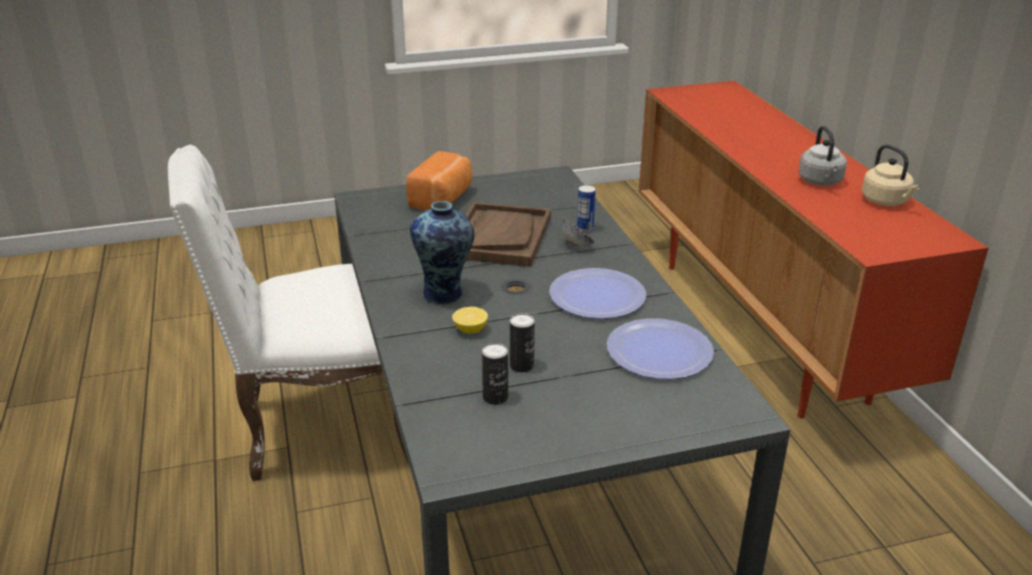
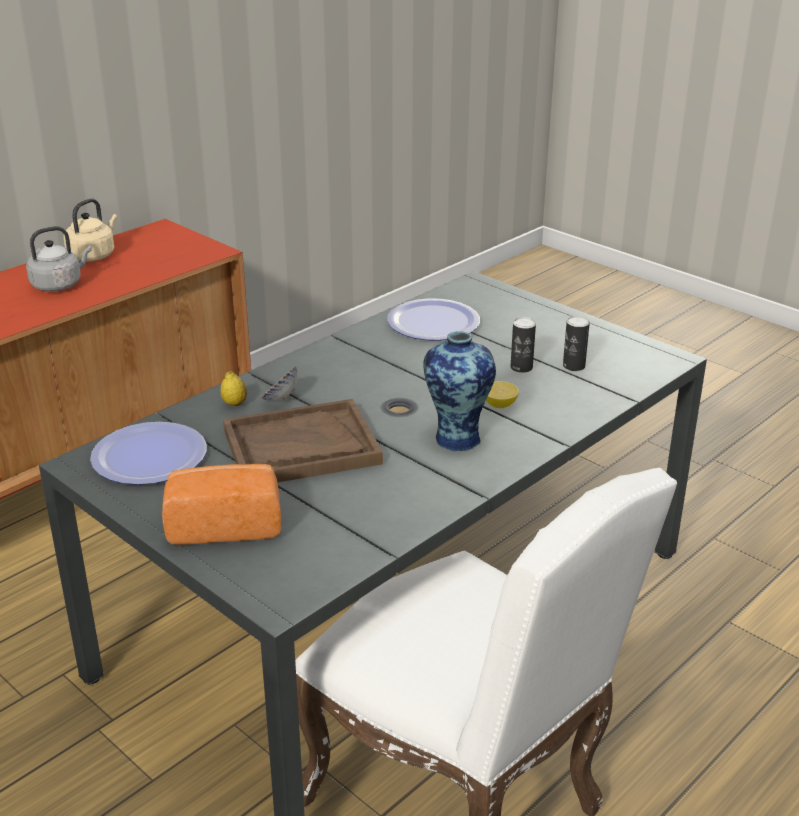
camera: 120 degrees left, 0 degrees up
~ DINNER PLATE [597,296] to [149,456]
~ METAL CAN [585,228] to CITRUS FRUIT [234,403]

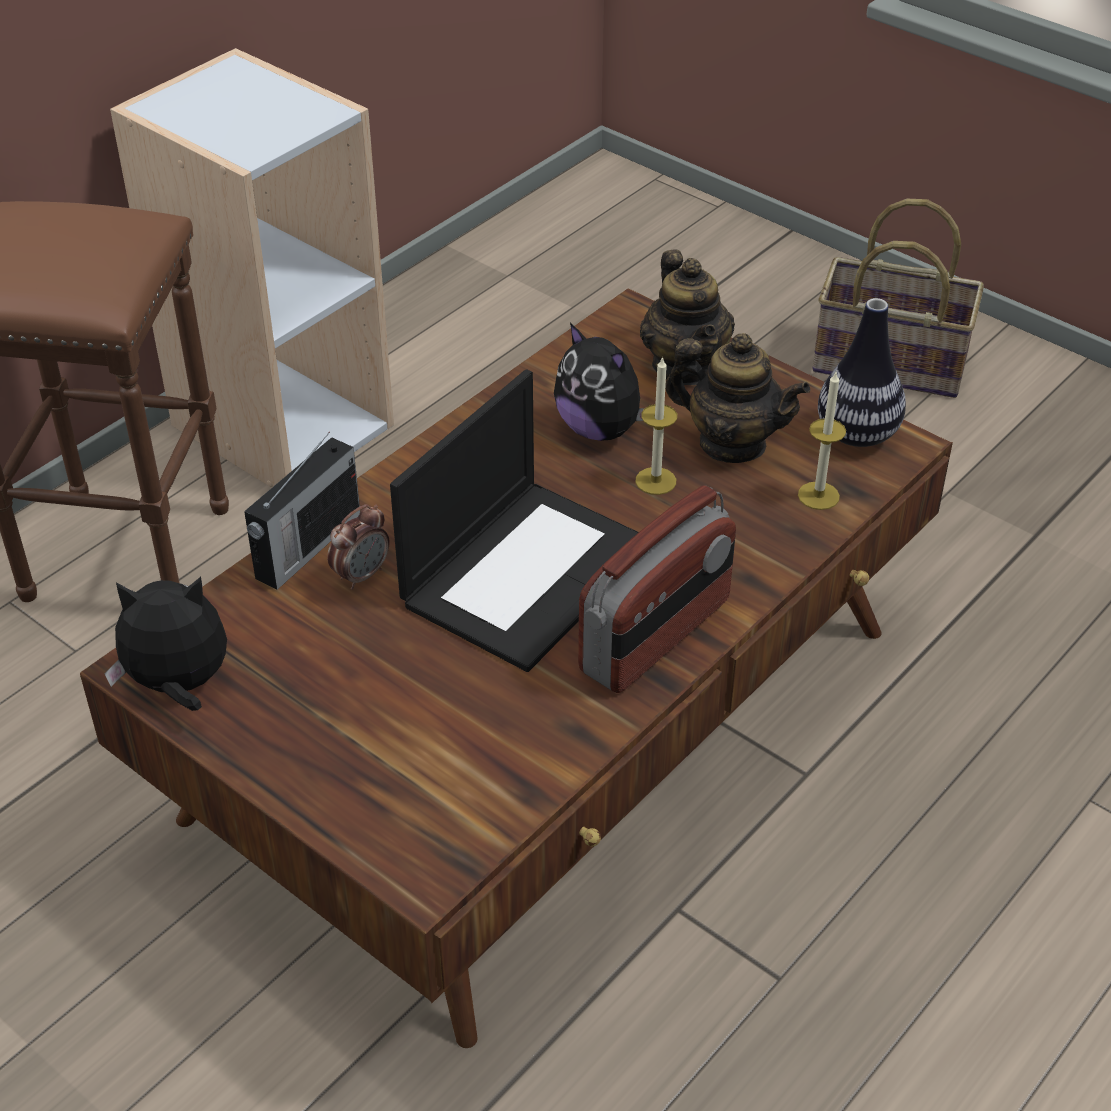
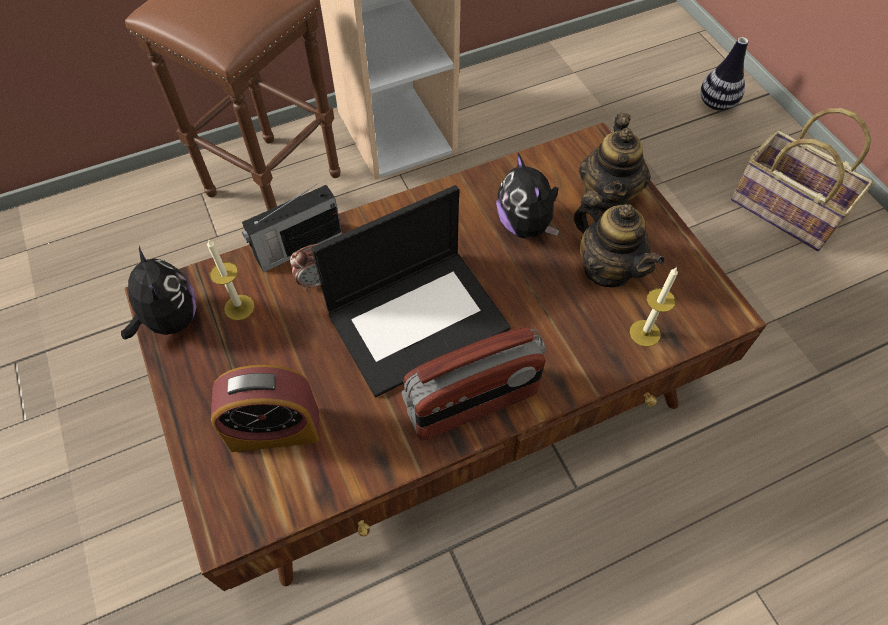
camera: 25 degrees right, 15 degrees up
+ TABLE CLOCK [274,429]
~ WAX CANDLE [655,481] to [239,307]
~ VASE [857,435] to [716,104]
~ CUDDLY TOY [178,685] = [170,319] 45 degrees clockwise

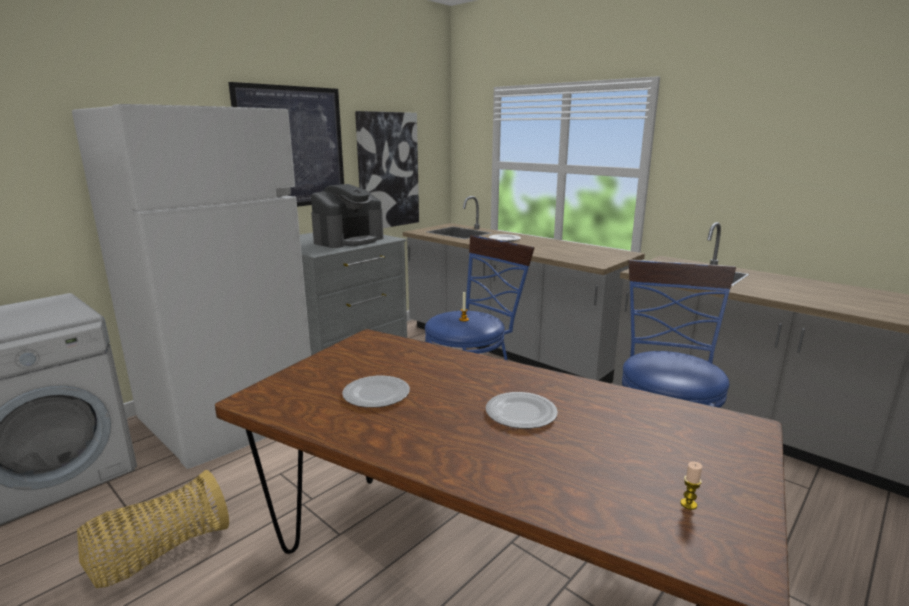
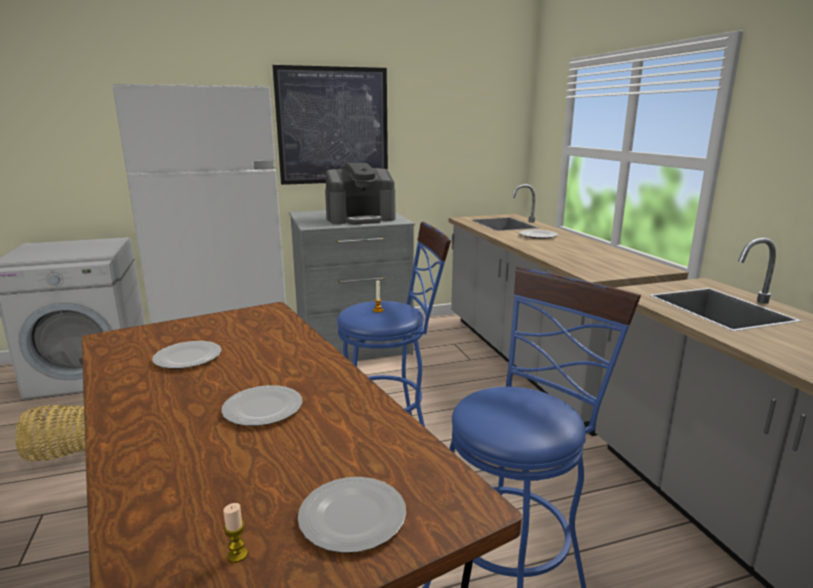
camera: 30 degrees right, 0 degrees up
- PICTURE [387,170]
+ DINNER PLATE [352,518]

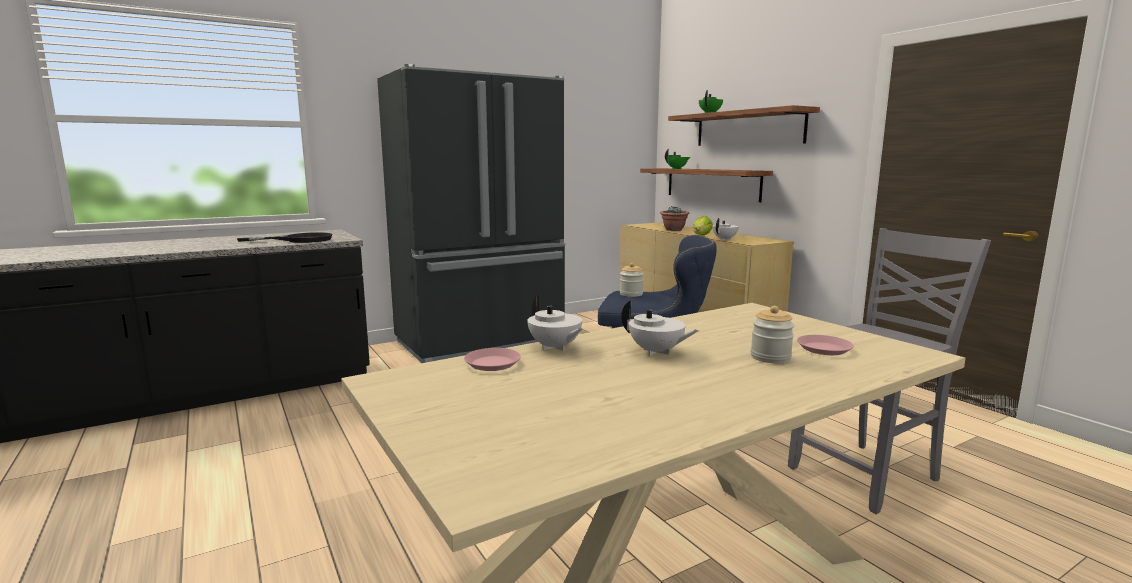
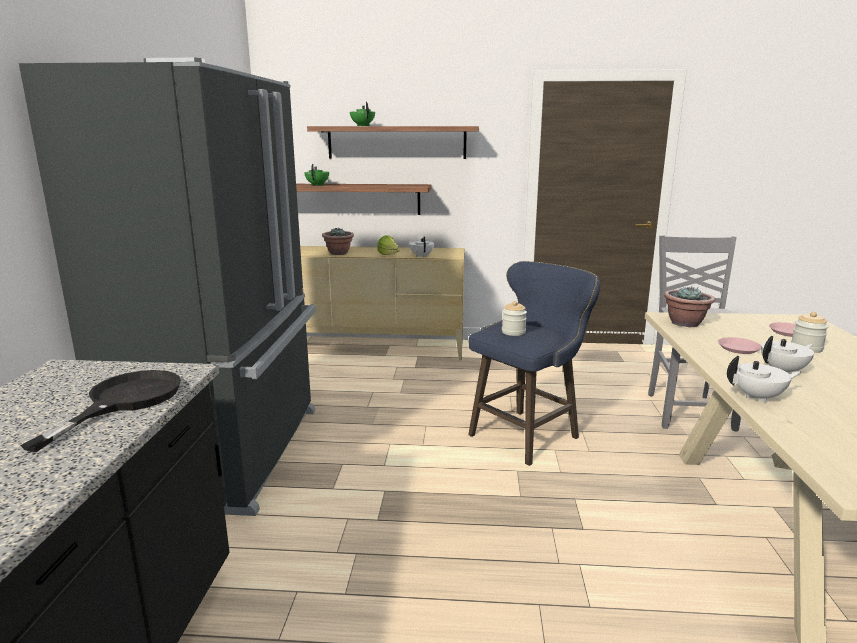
camera: 55 degrees left, 5 degrees up
+ HOUSEPLANT [685,323]
~ PINKISH DINNER PLATE [492,363] to [738,348]

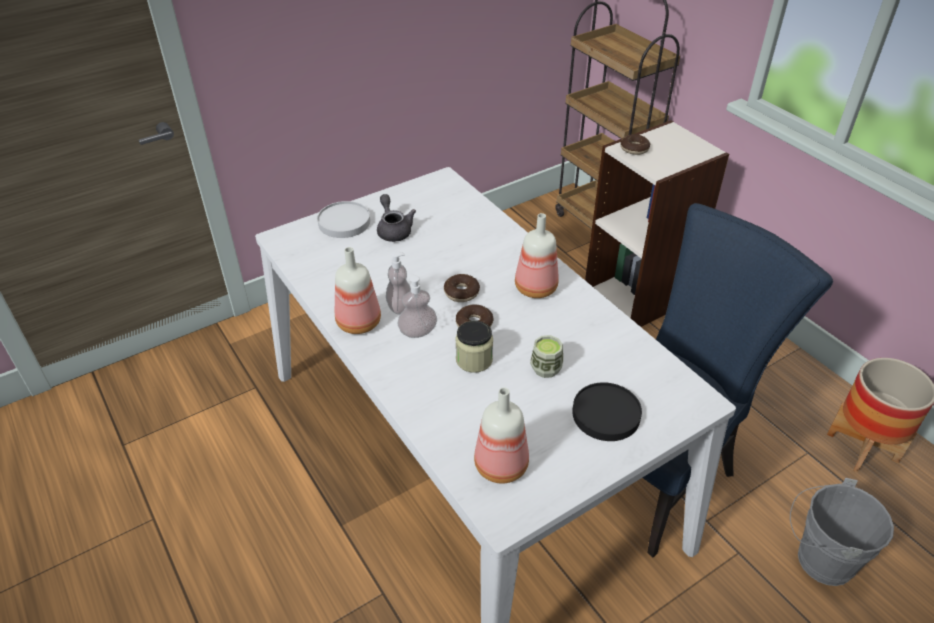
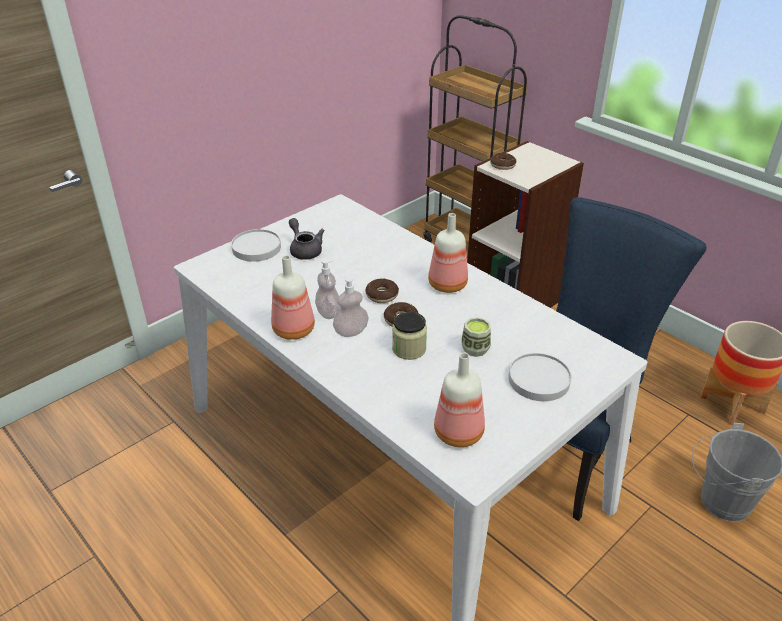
camera: 10 degrees left, 5 degrees down
~ BLACK DINNER PLATE [606,415] to WHITISH DINNER PLATE [539,380]

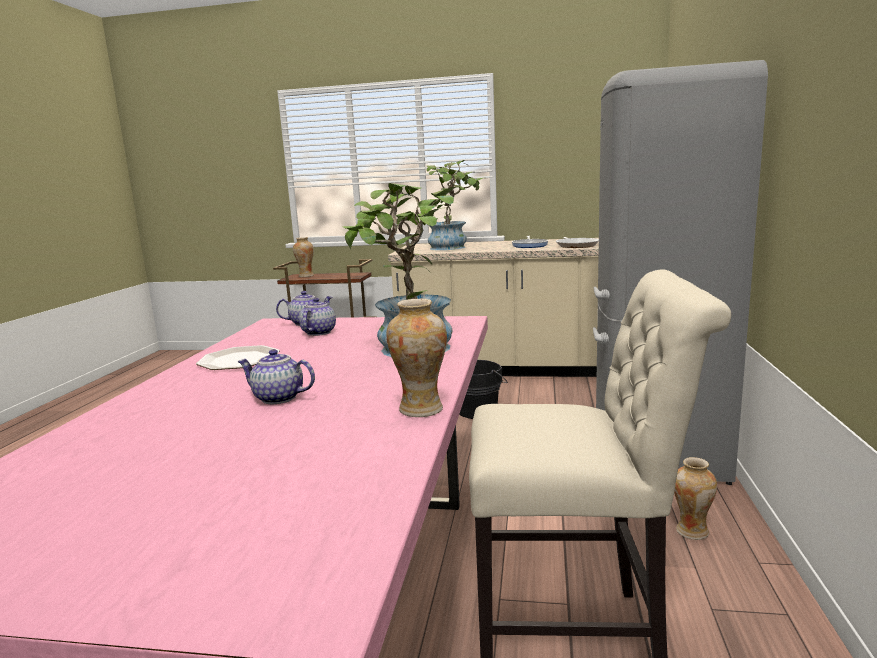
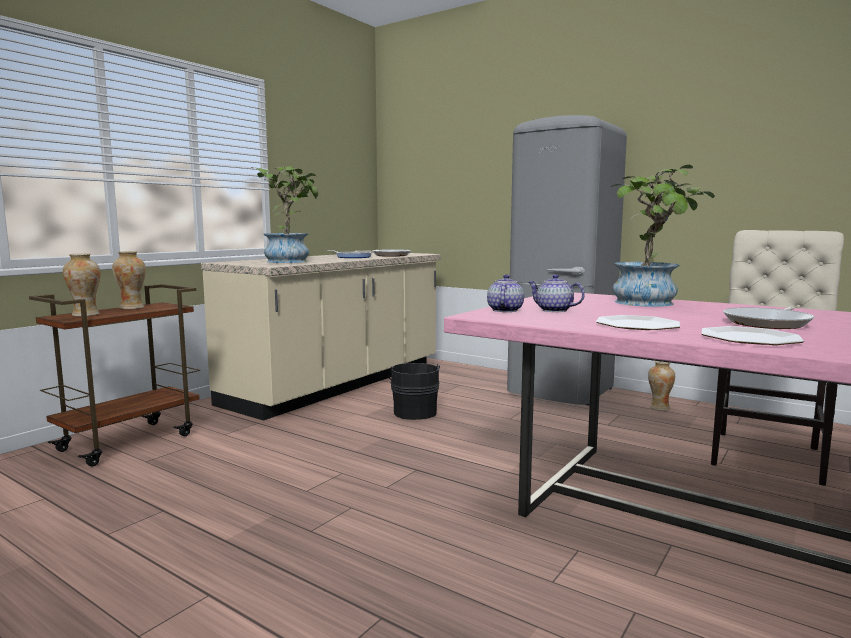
camera: 65 degrees left, 5 degrees down
+ DINNER PLATE [750,338]
~ VASE [421,409] to [132,308]
~ POT FOR TEA [277,398] to FRYING PAN [768,323]

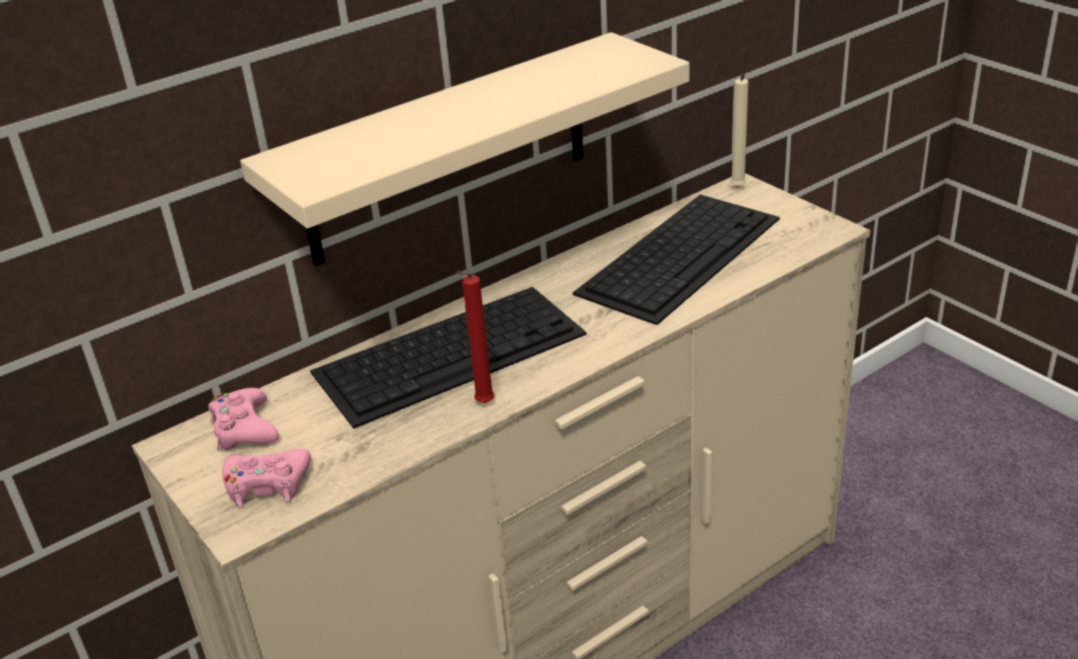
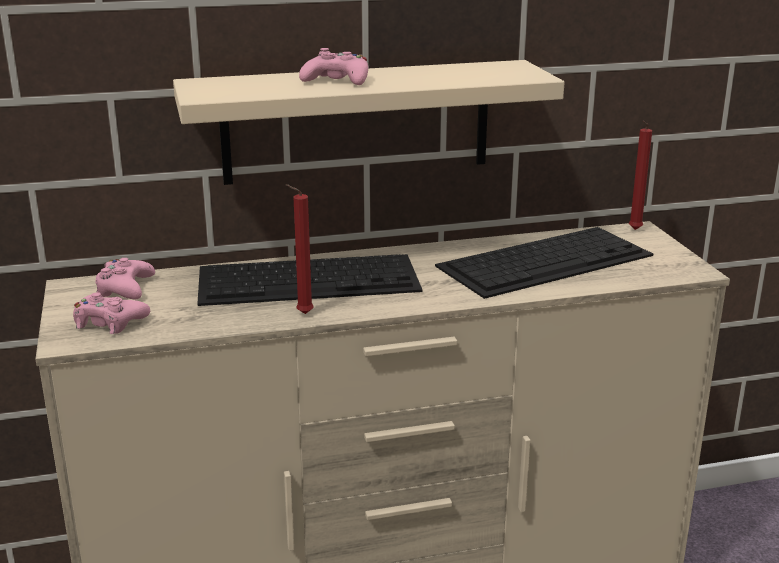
camera: 20 degrees right, 10 degrees down
+ PINKISH JOYPAD [337,81]
~ BEIGE-COLOURED WAX CANDLE [737,189] to REDDISH WAX CANDLE [634,230]

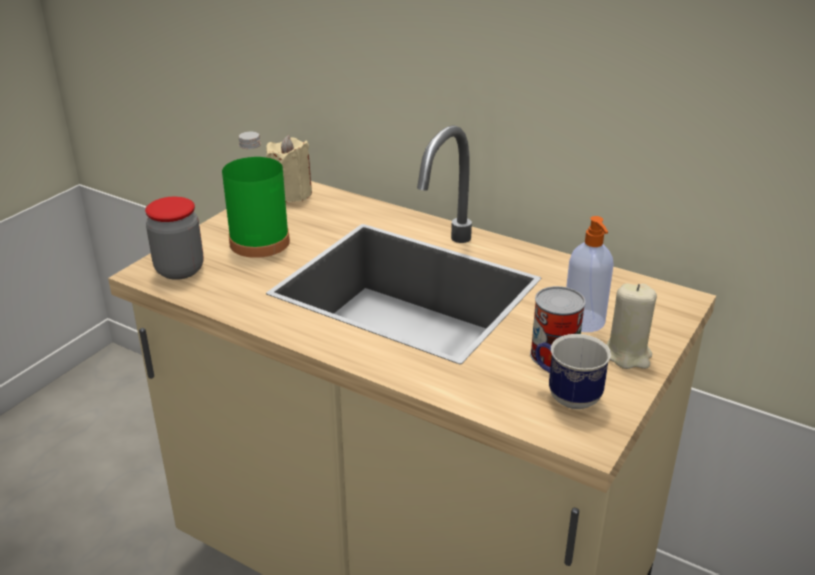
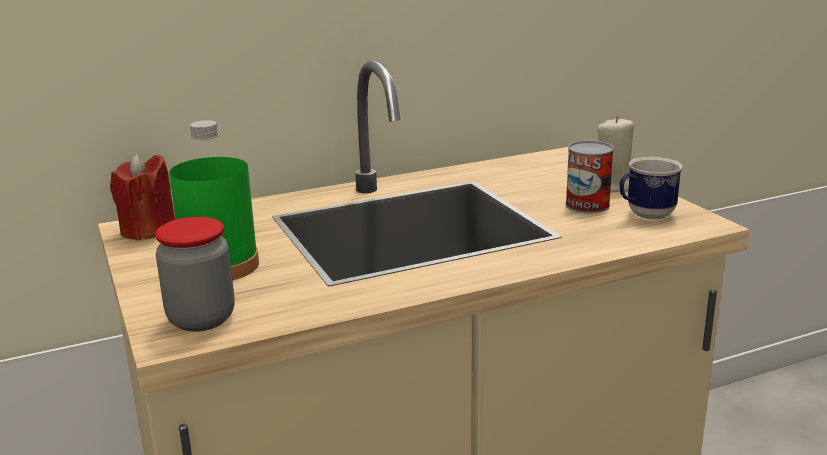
camera: 55 degrees left, 10 degrees down
- SOAP DISPENSER [584,322]
~ BEIGE-COLOURED WAX CANDLE [291,194] to REDDISH WAX CANDLE [148,230]

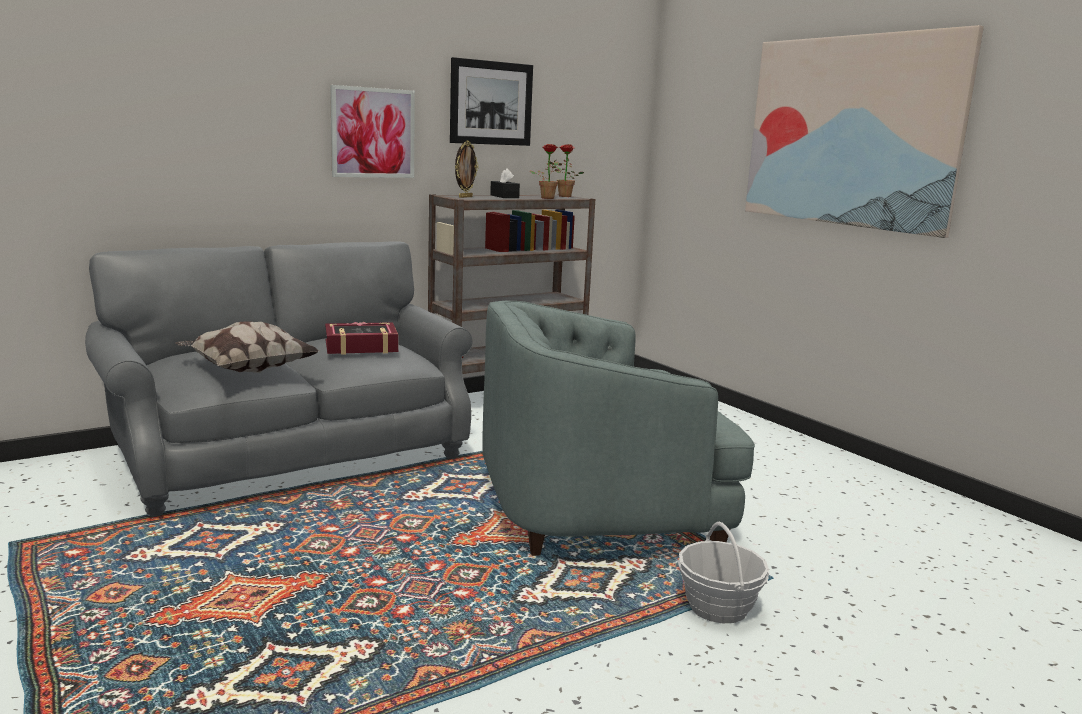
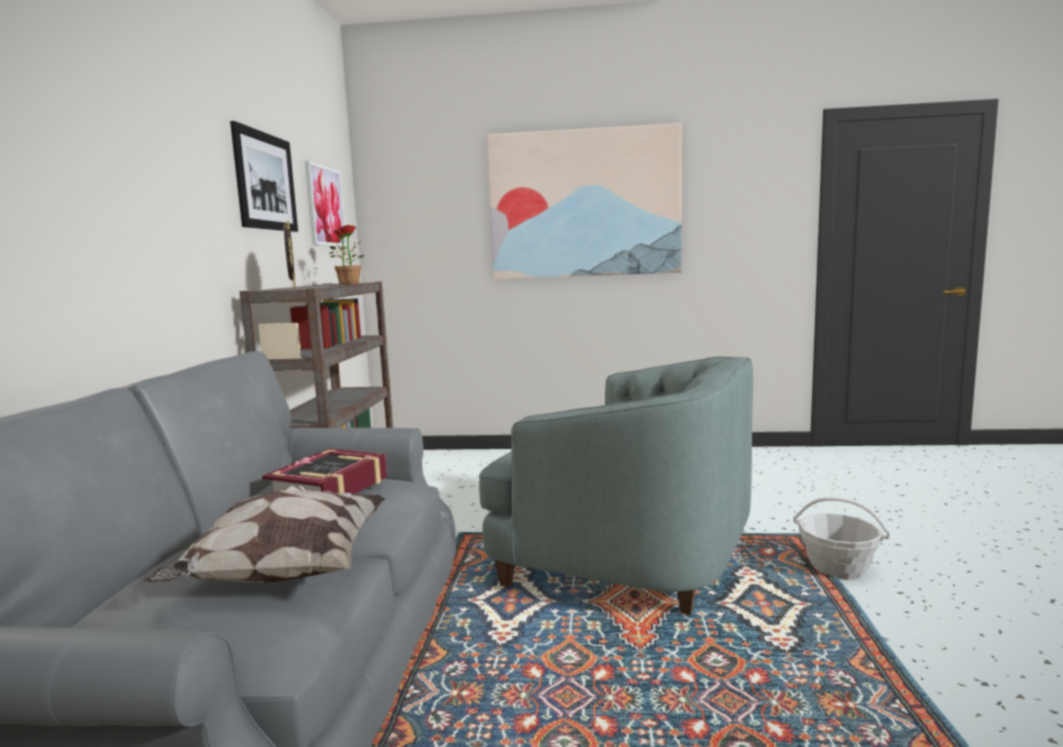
camera: 50 degrees left, 5 degrees down
- BLACK BOX OF TISSUES [504,196]
~ PICTURE [372,133] to [325,206]
~ GREY ARMCHAIR [598,506] = [627,552] 90 degrees counterclockwise

